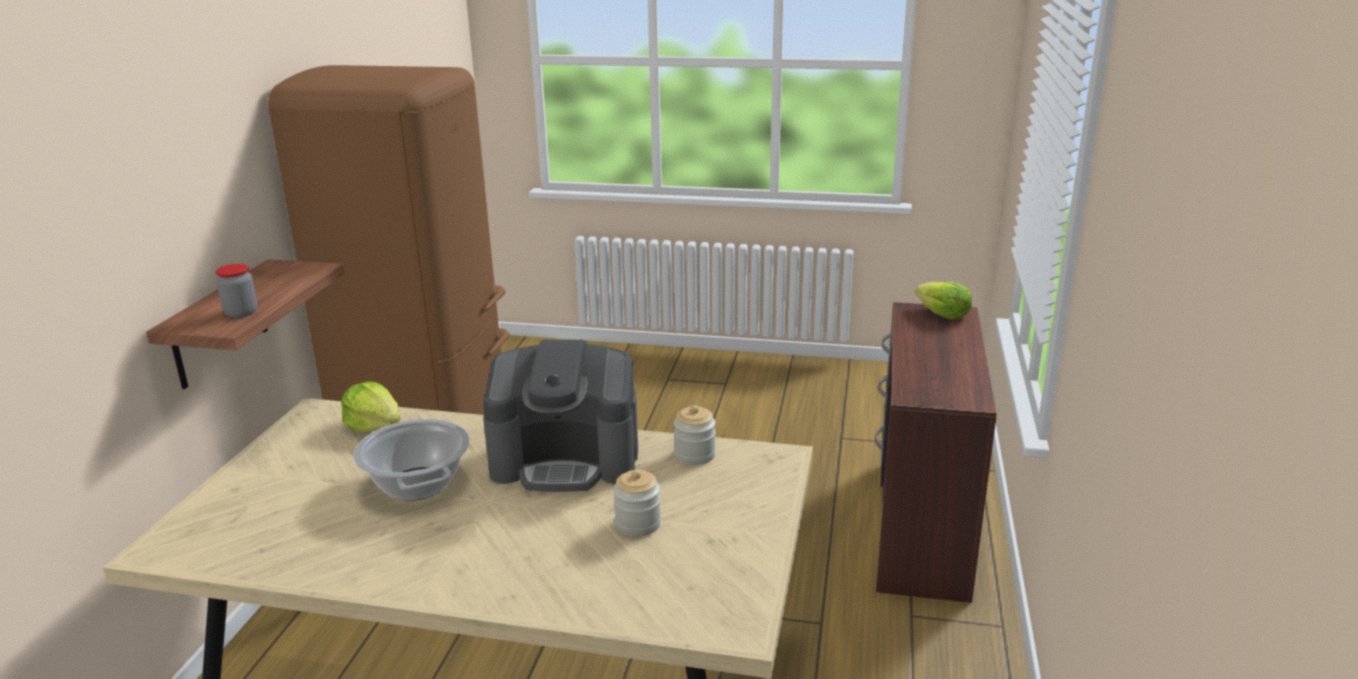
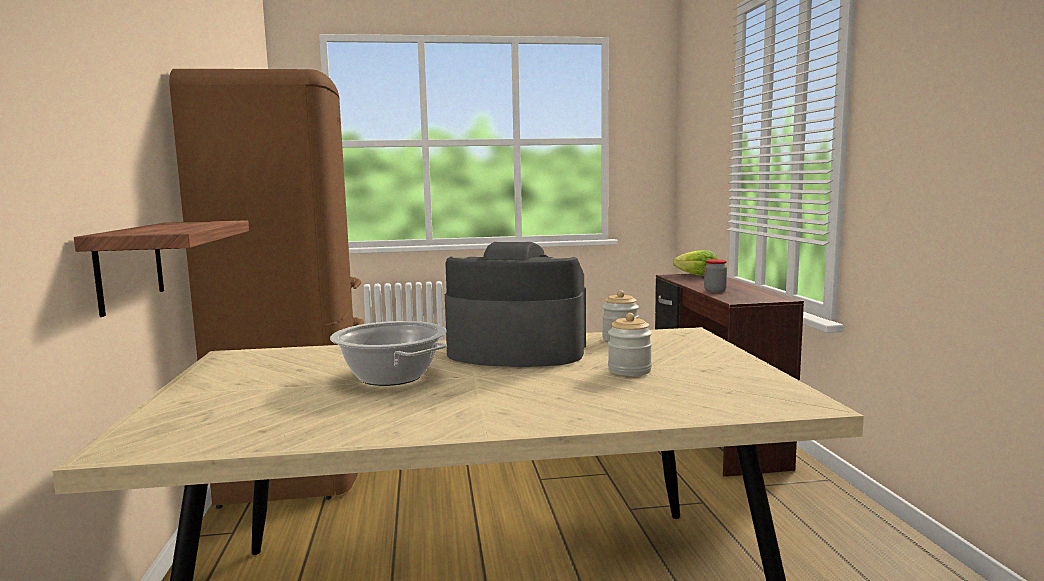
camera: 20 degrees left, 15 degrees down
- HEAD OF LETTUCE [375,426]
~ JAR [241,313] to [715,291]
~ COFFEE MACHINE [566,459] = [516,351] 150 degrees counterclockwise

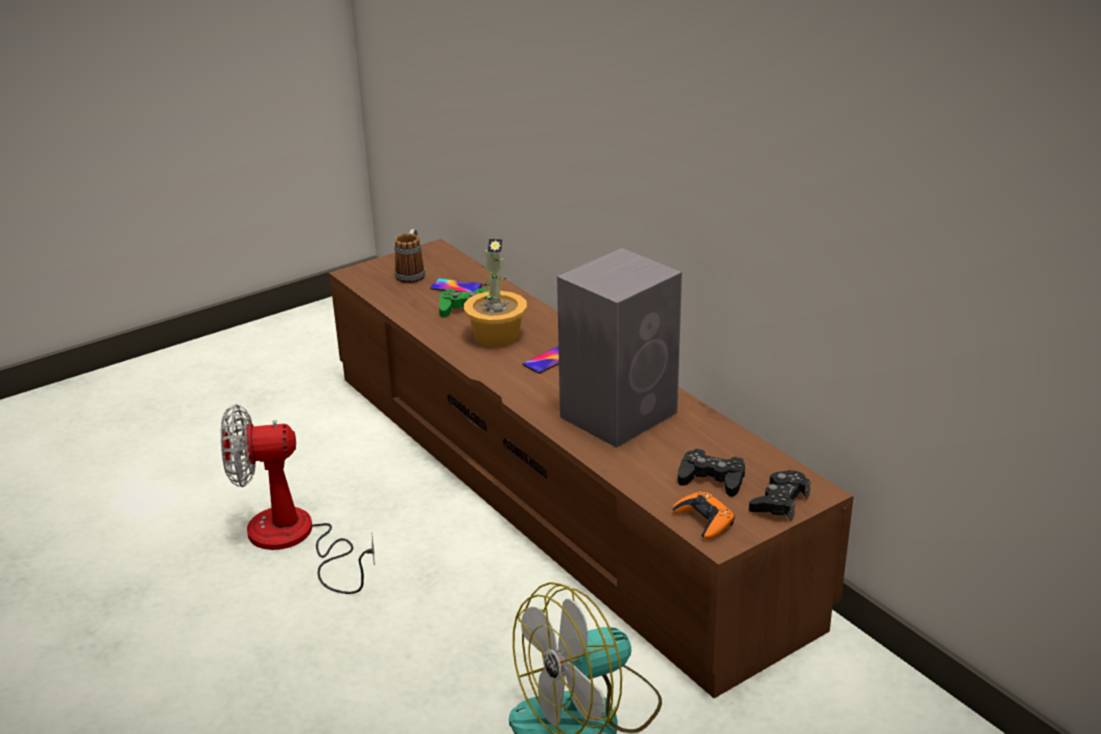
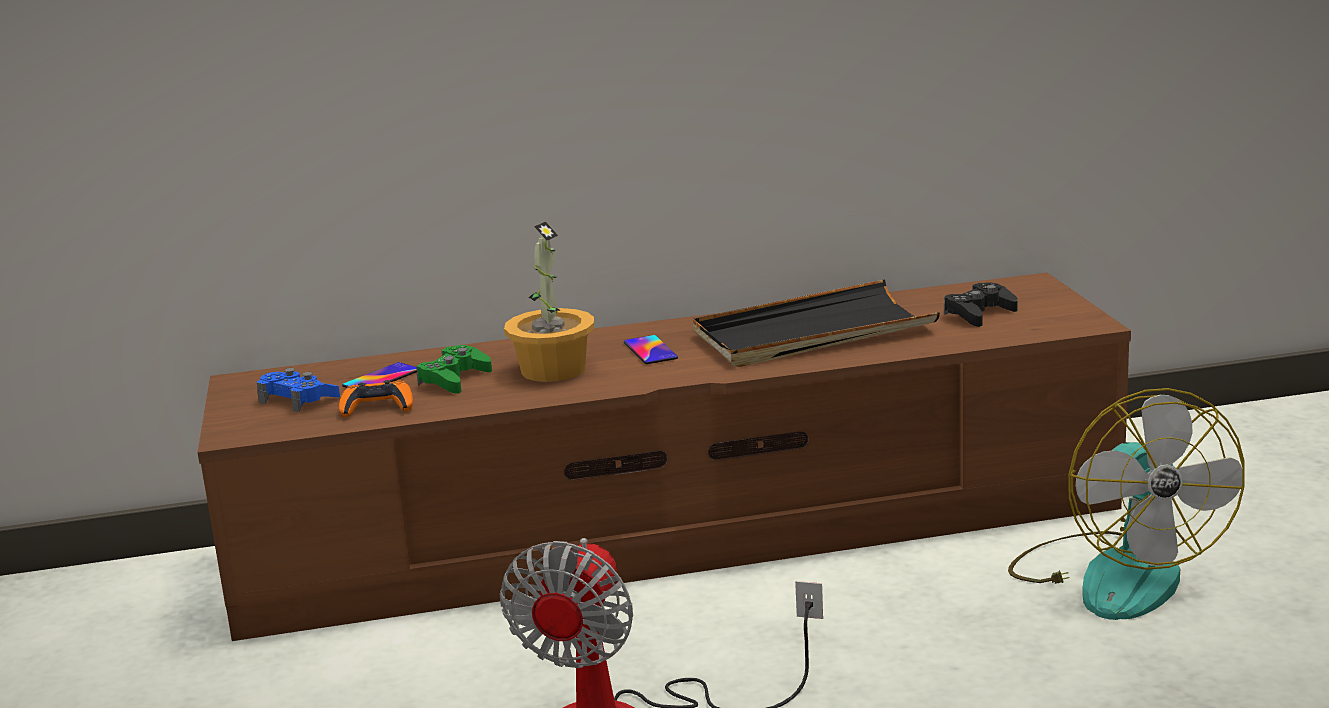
camera: 65 degrees left, 10 degrees down
- BLACK JOYPAD [779,502]
~ ORANGE-COLOURED JOYPAD [704,521] to [377,407]
~ MUG [412,274] to BLUISH JOYPAD [298,400]
~ GREY AUDIO SPEAKER [620,414] to BLACK TRAY [812,333]

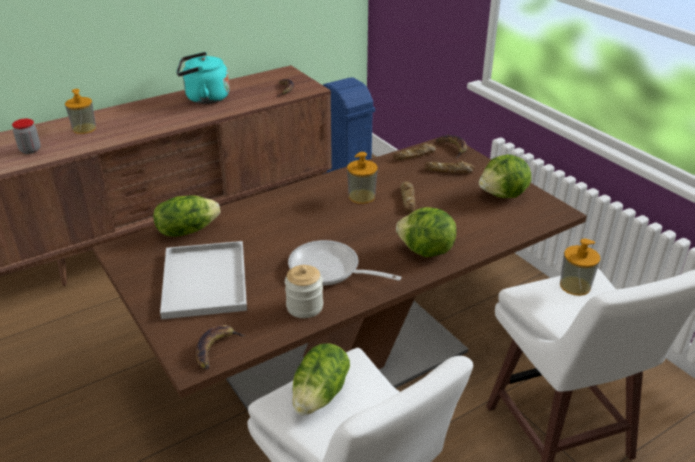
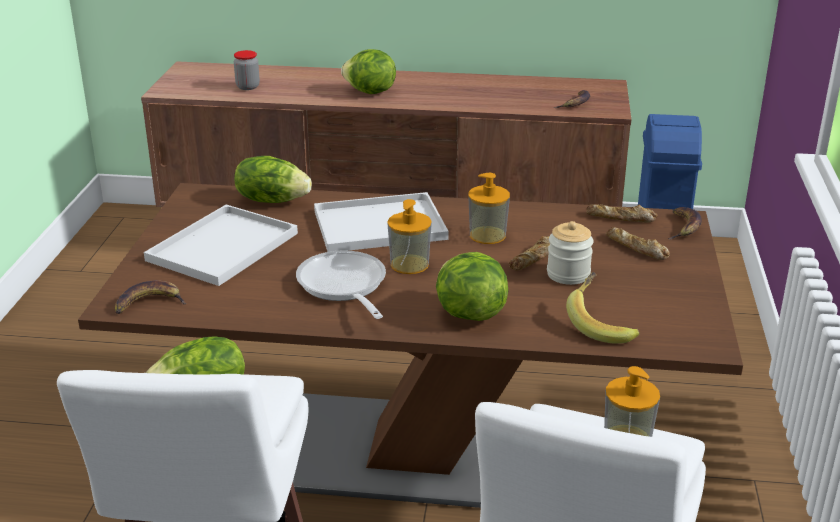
camera: 40 degrees right, 5 degrees down
- TURQUOISE-COLOURED WATER KETTLE [204,98]
+ WHITISH TRAY [382,224]
+ BANANA [602,324]
~ SOAP DISPENSER [84,128] to [409,264]
~ JAR [304,307] to [568,274]
~ HEAD OF LETTUCE [503,195] to [370,92]

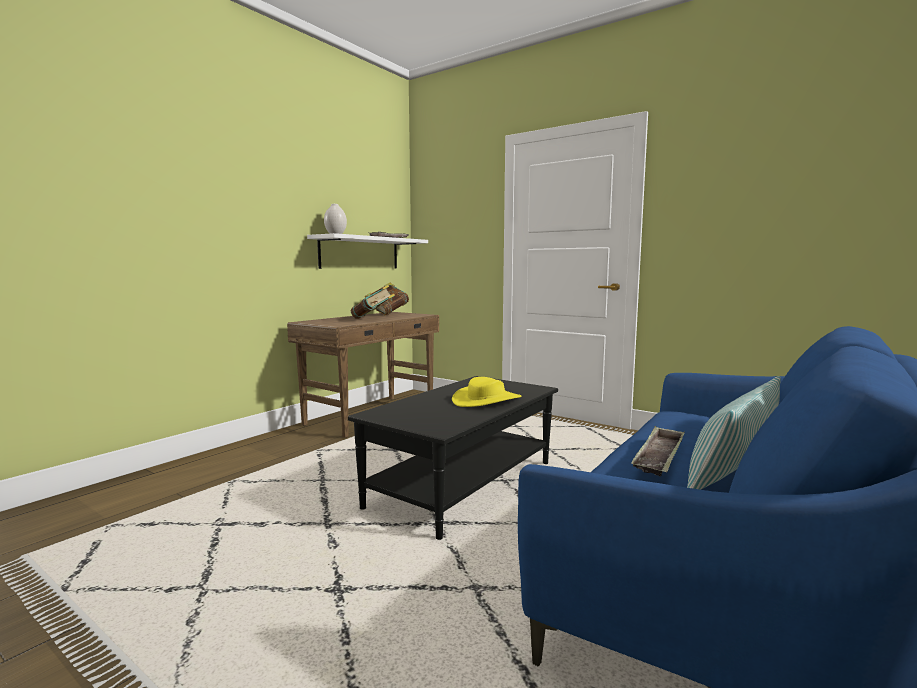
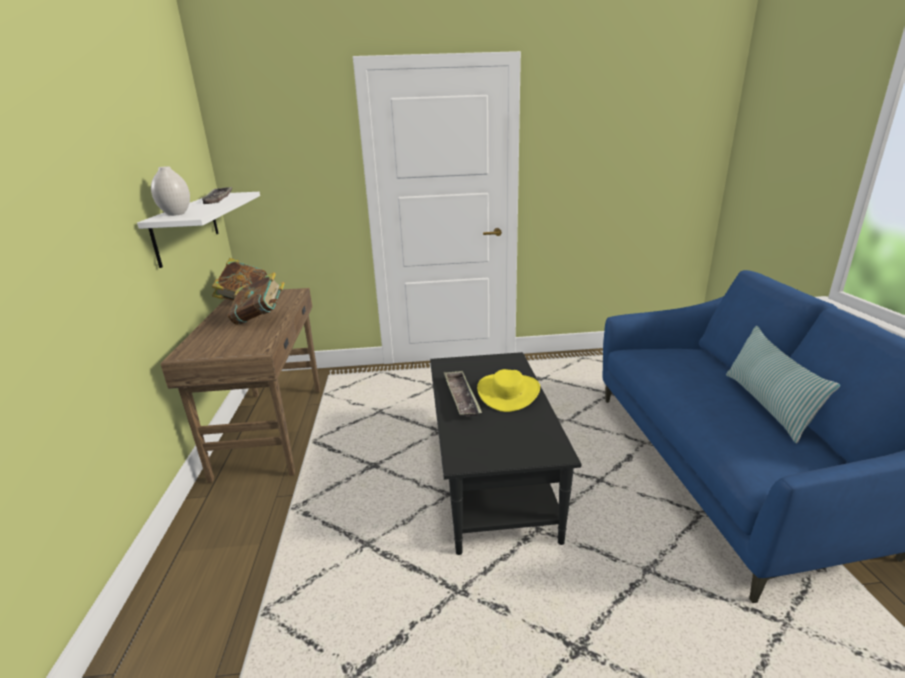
camera: 40 degrees left, 15 degrees up
~ TRAY [659,457] to [461,397]

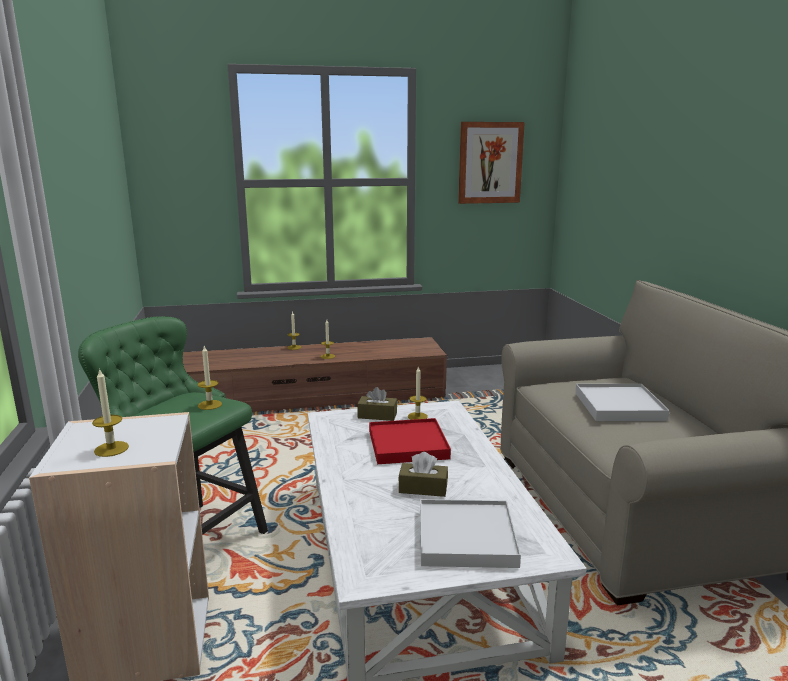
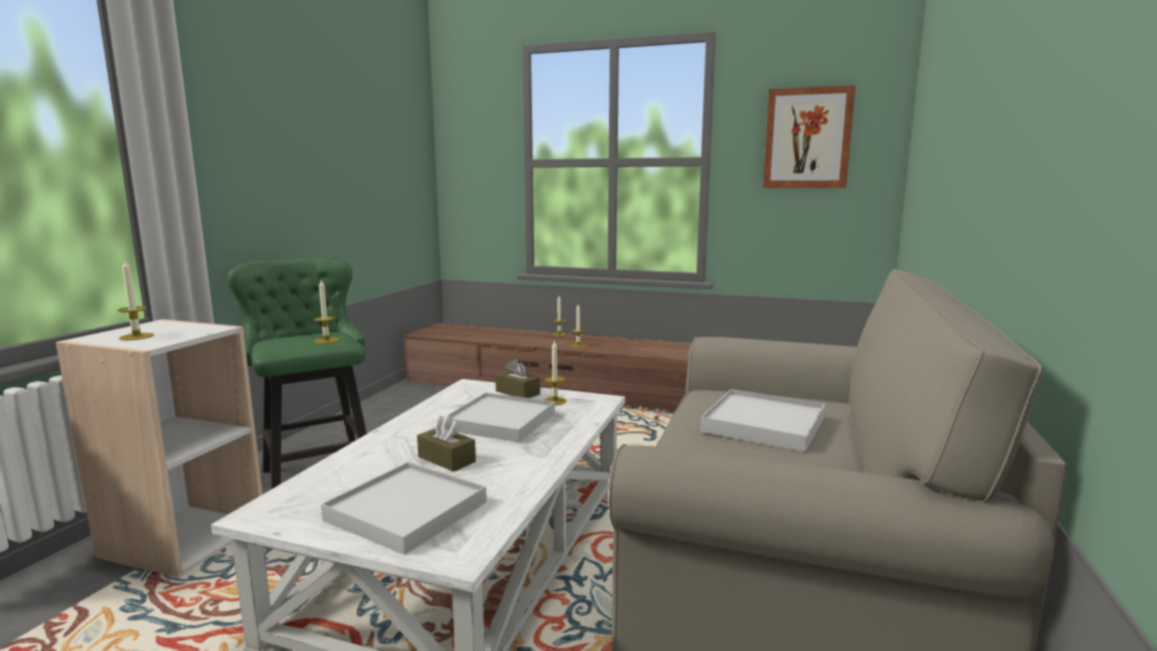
camera: 30 degrees right, 5 degrees down
~ REDDISH TRAY [408,444] to WHITISH TRAY [501,421]

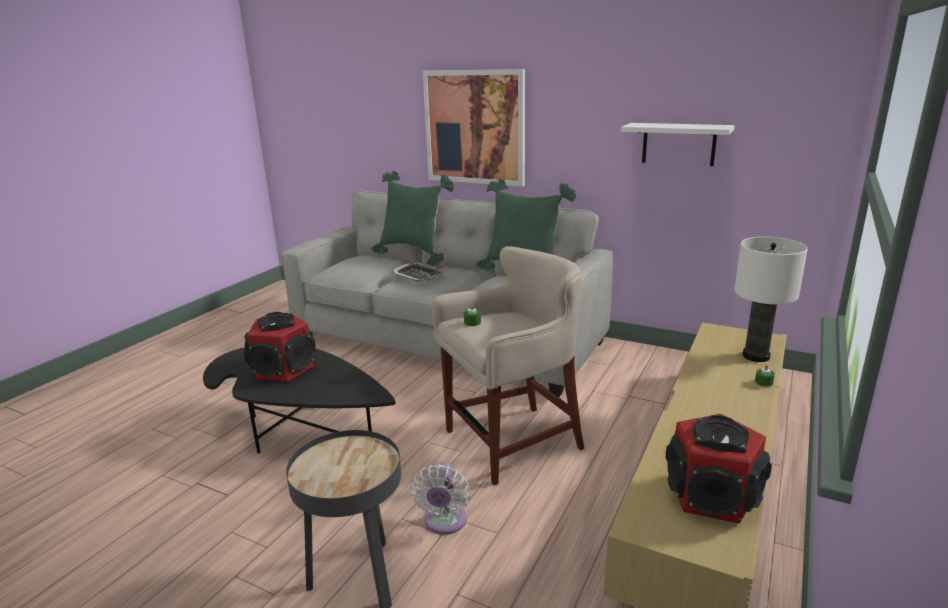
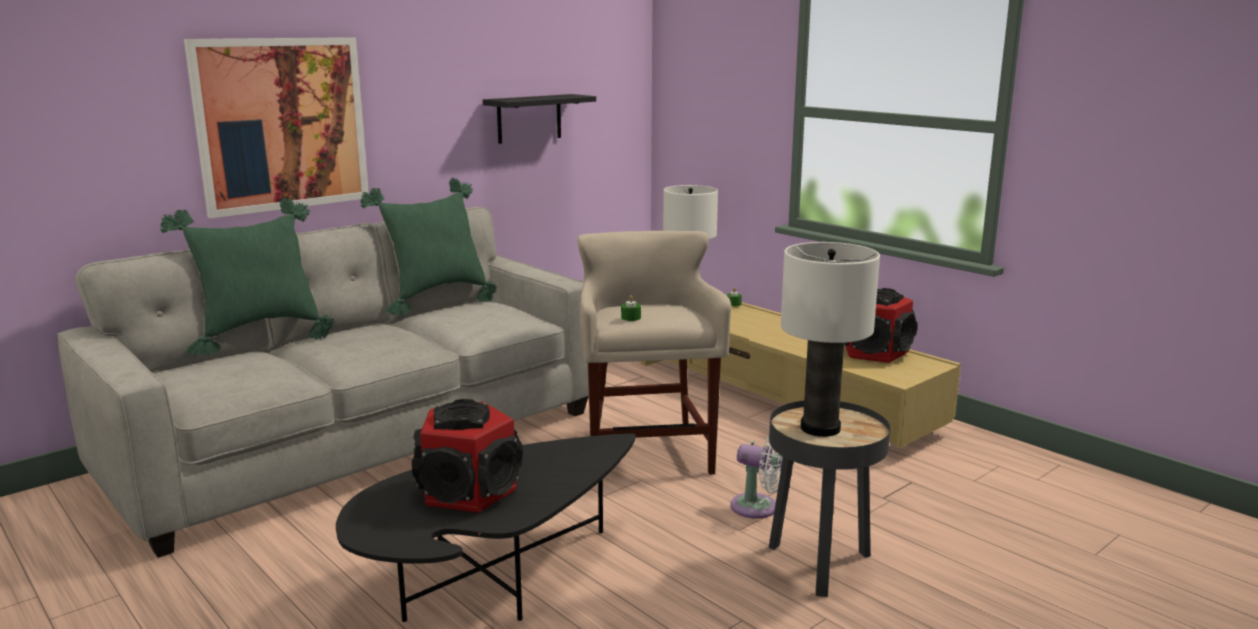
camera: 70 degrees left, 5 degrees down
- TRAY [418,276]
+ WHITISH TABLE LAMP [820,428]
~ WHITISH SHELF [678,144] to BLACK SHELF [529,118]

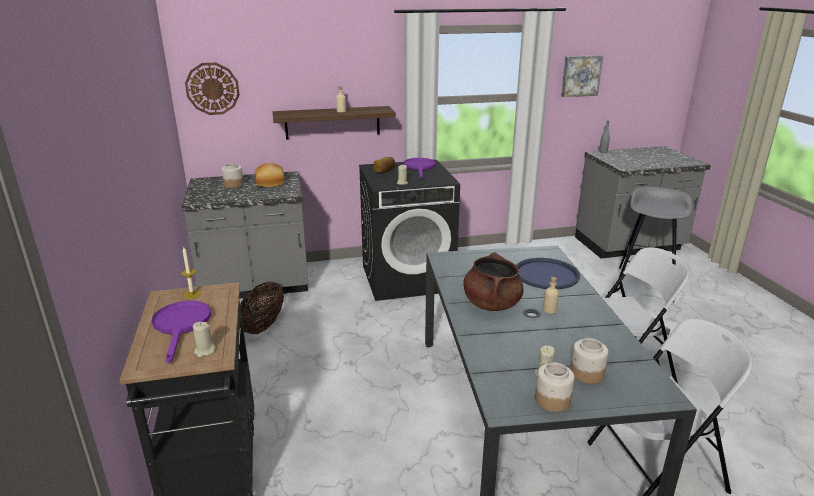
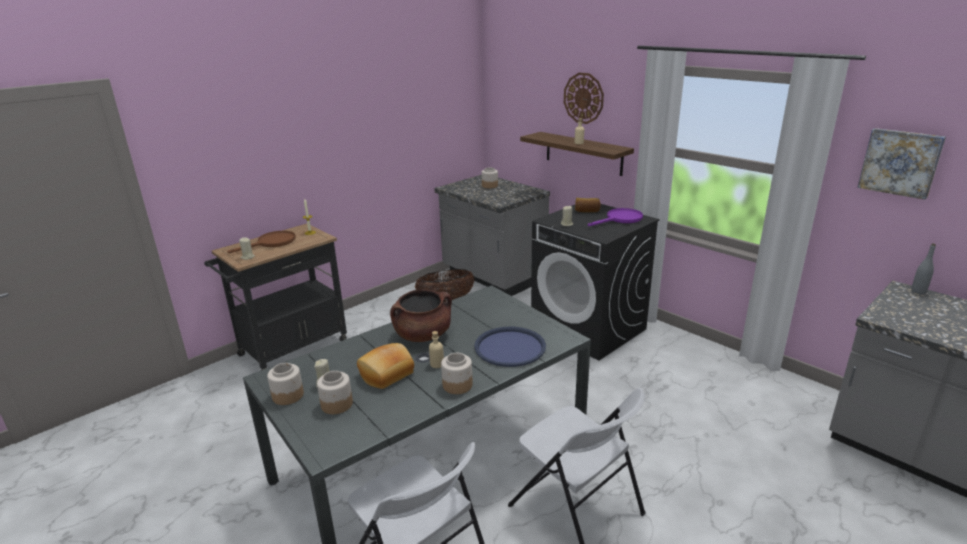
camera: 60 degrees right, 0 degrees up
- GREY STOOL [645,284]
+ JAR [457,385]
~ WALL CLOCK [212,88] to [583,98]
~ BAKED BREAD [271,182] to [387,375]
~ PURPLE FRYING PAN [181,326] to BROWN-COLOURED FRYING PAN [272,243]

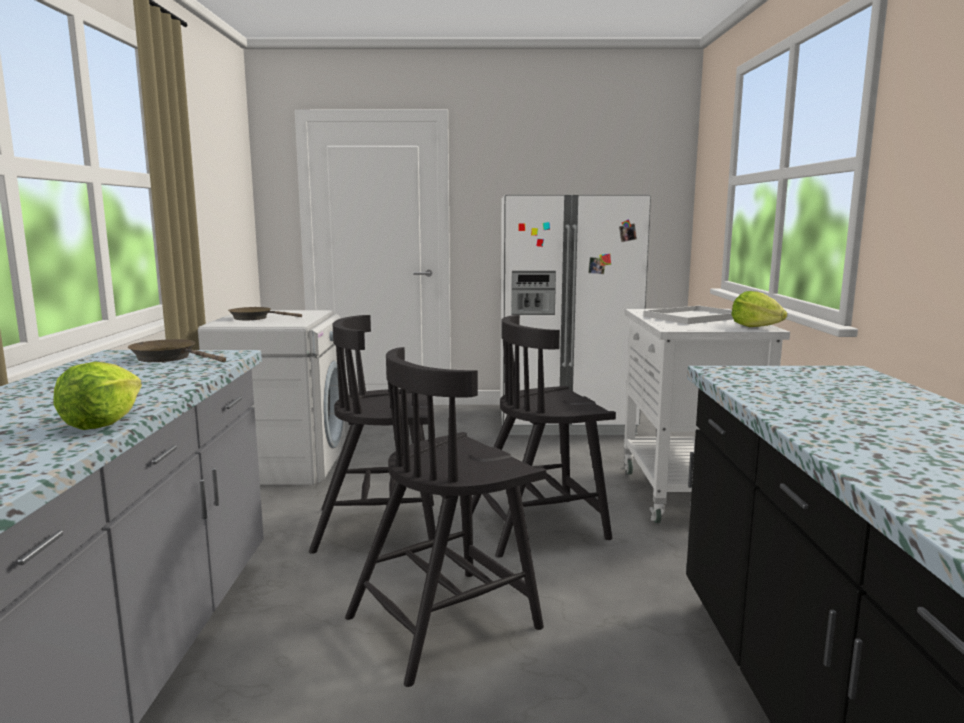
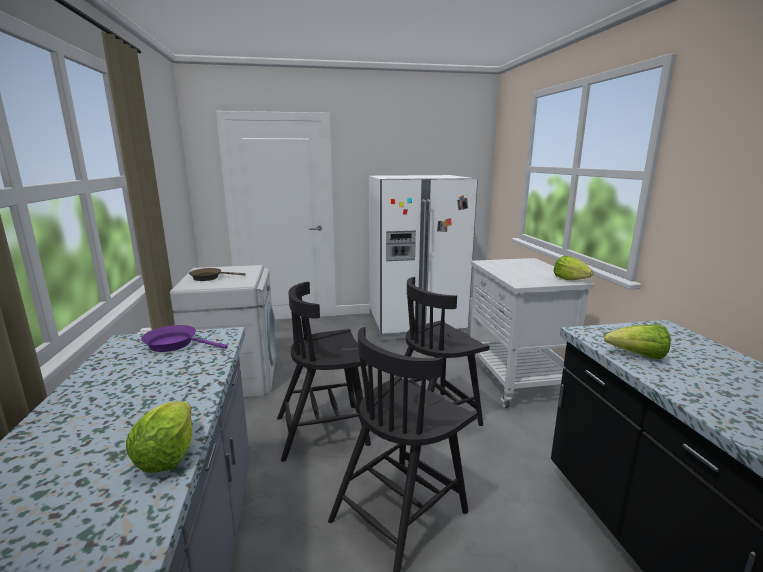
camera: 10 degrees left, 5 degrees up
- WHITISH TRAY [693,317]
+ HEAD OF LETTUCE [637,356]
~ BROWN-COLOURED FRYING PAN [168,358] to PURPLE FRYING PAN [175,344]

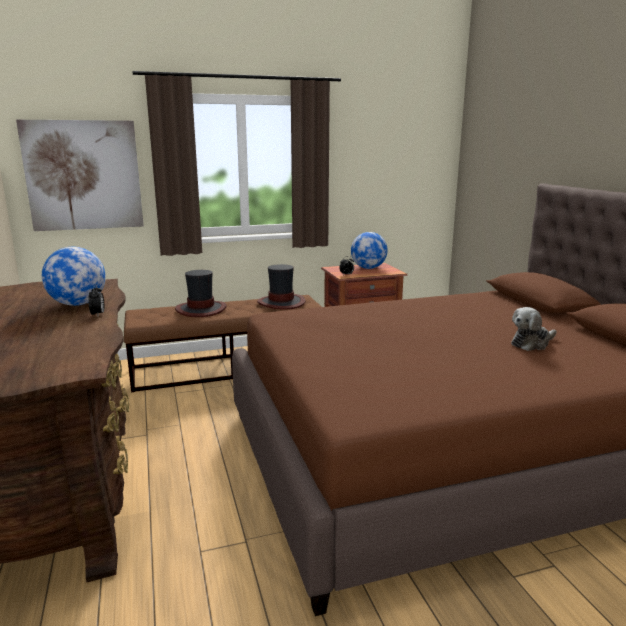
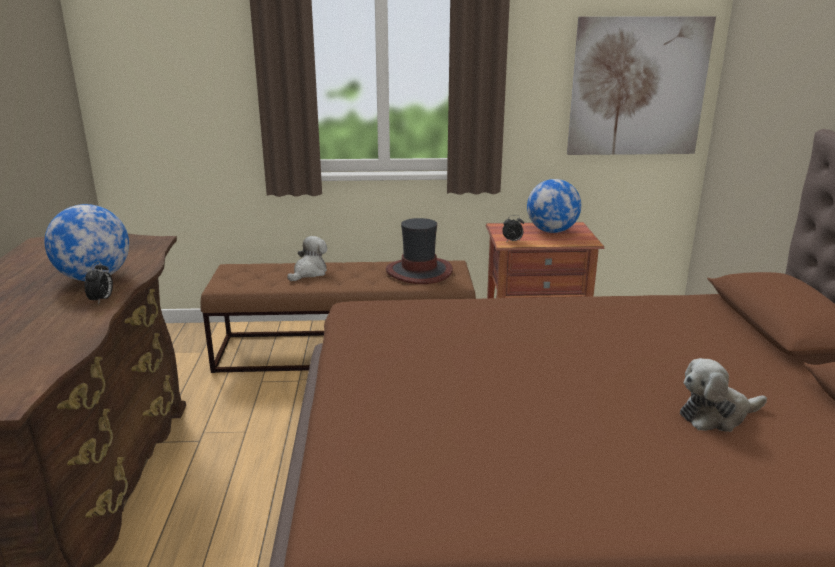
camera: 15 degrees right, 5 degrees up
~ PICTURE [83,175] to [637,87]
~ HAT [201,309] to CUDDLY TOY [309,273]

